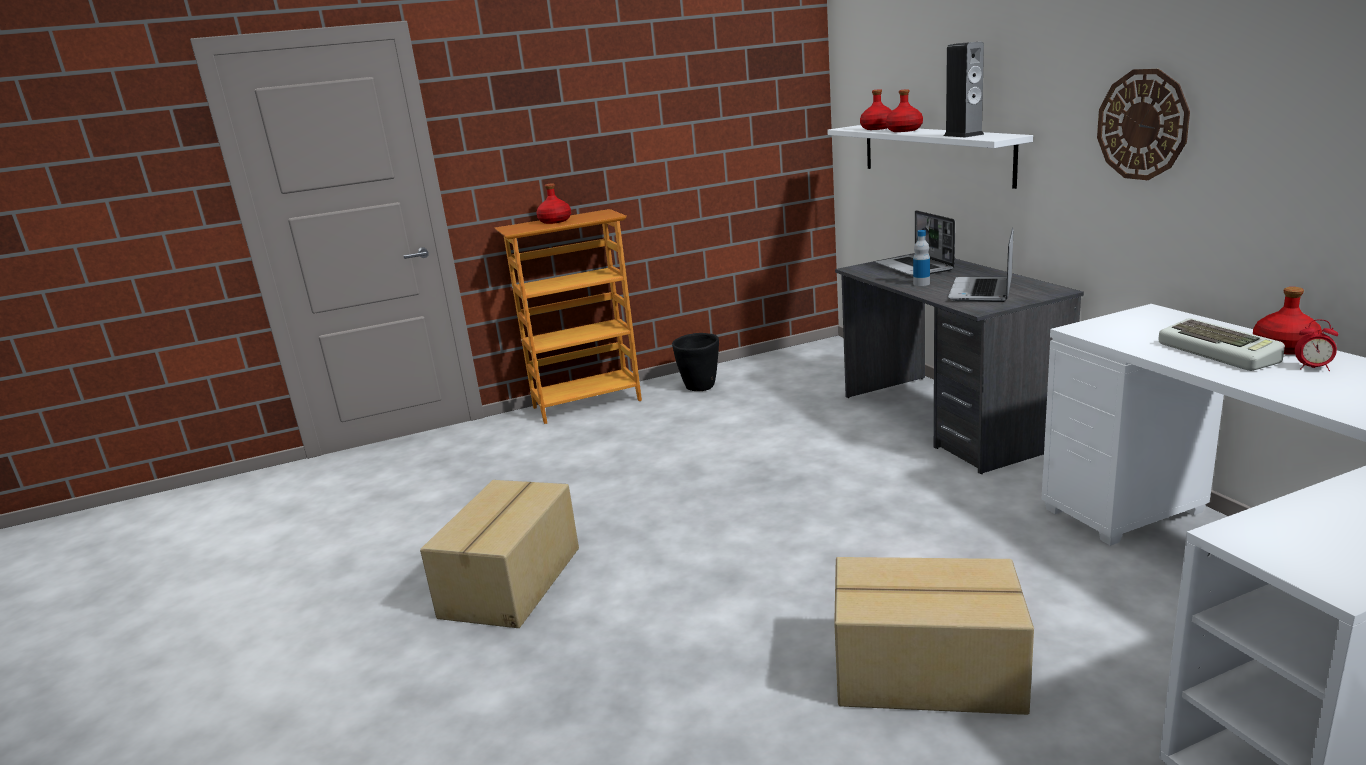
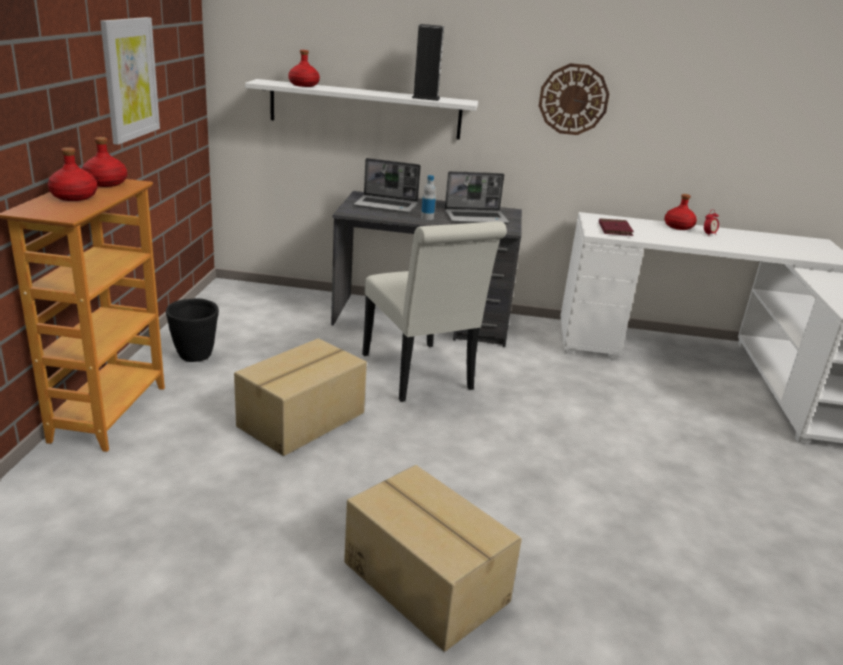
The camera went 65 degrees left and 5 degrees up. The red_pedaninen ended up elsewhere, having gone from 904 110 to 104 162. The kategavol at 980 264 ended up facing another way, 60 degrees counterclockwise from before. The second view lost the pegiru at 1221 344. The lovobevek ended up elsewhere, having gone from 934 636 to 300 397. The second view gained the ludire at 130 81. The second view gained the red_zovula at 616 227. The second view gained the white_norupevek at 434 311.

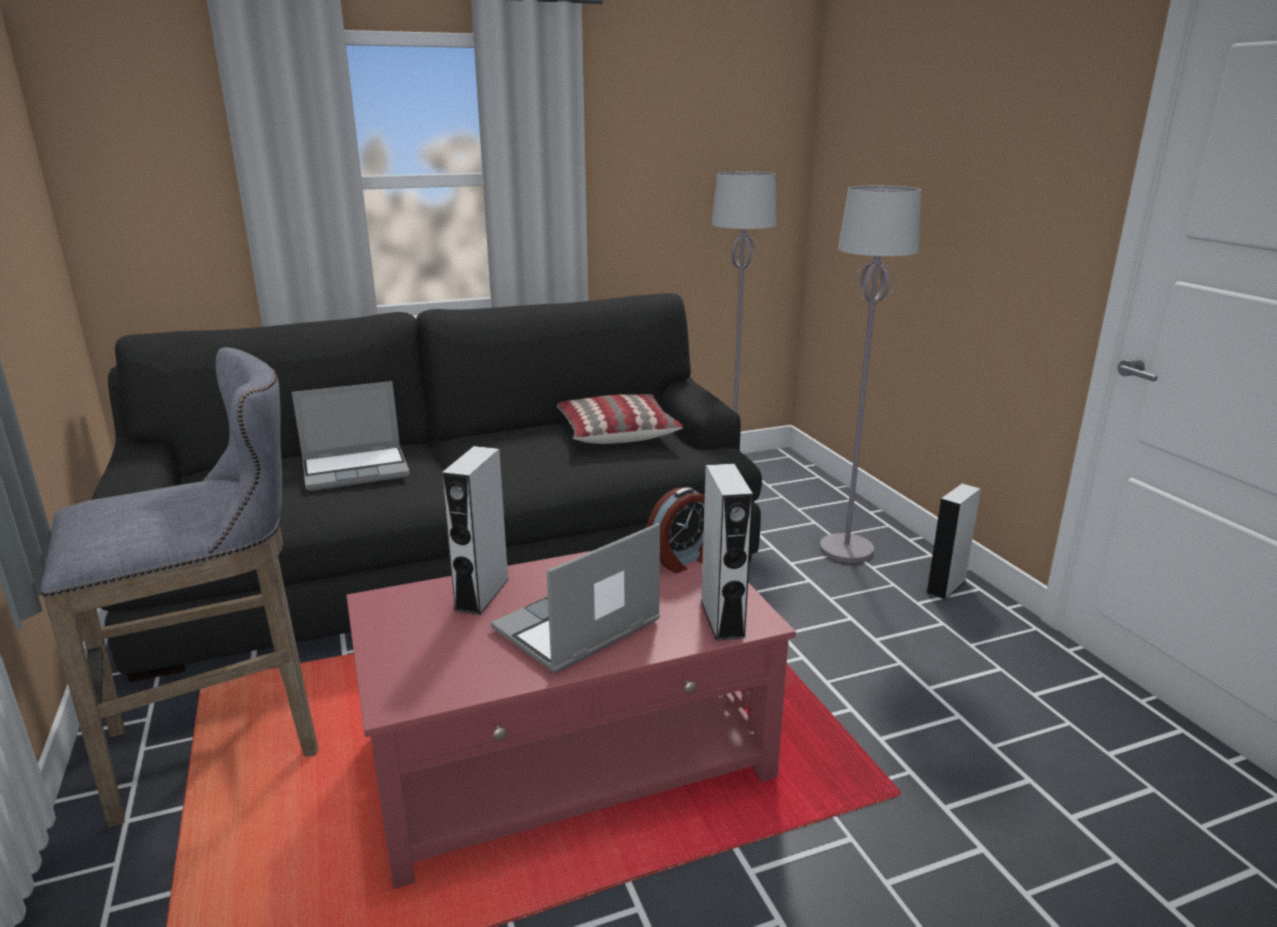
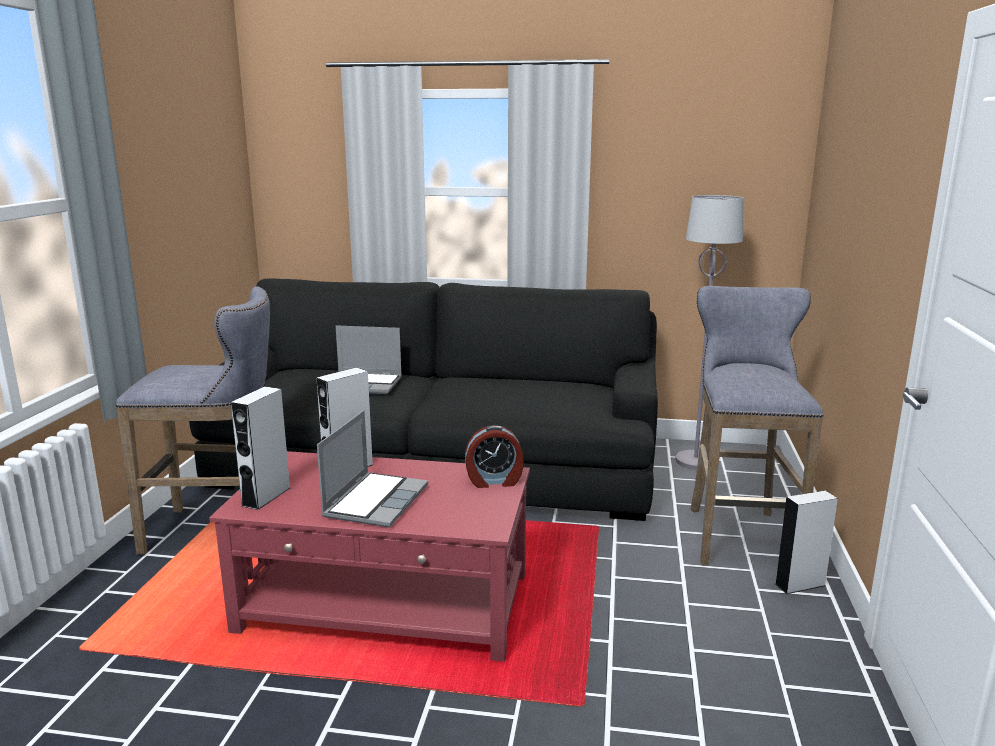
The camera went 30 degrees right and 5 degrees down. Where the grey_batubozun stood at 870 374, the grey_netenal came to stand at 756 426. The second view lost the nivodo at 620 419. The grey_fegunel ended up elsewhere, having gone from 727 552 to 260 448. The kategavol at 575 598 ended up facing another way, 120 degrees clockwise from before.

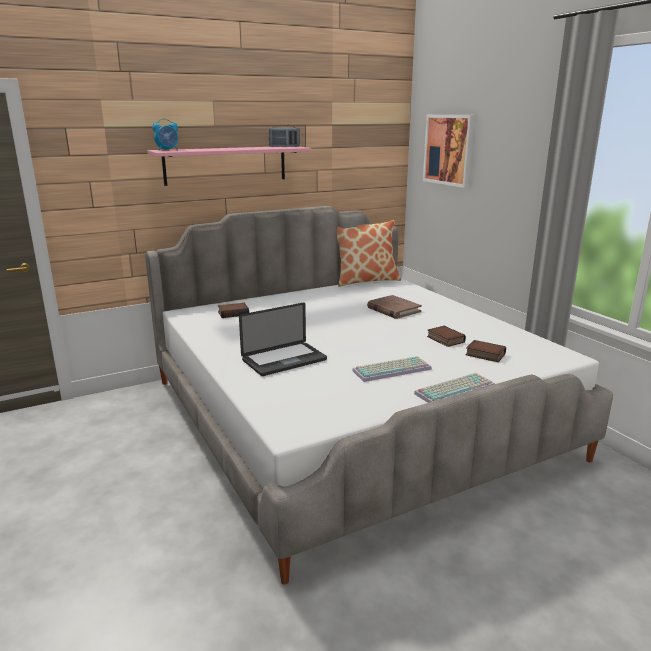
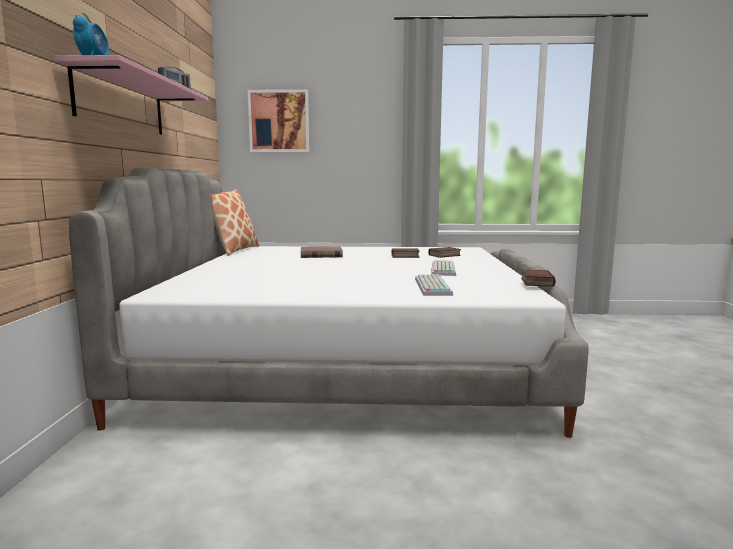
The camera went 60 degrees left and 10 degrees down. The zovula ended up elsewhere, having gone from 233 310 to 538 278. The second view lost the kategavol at 283 339. The pegiru ended up elsewhere, having gone from 454 388 to 434 285.

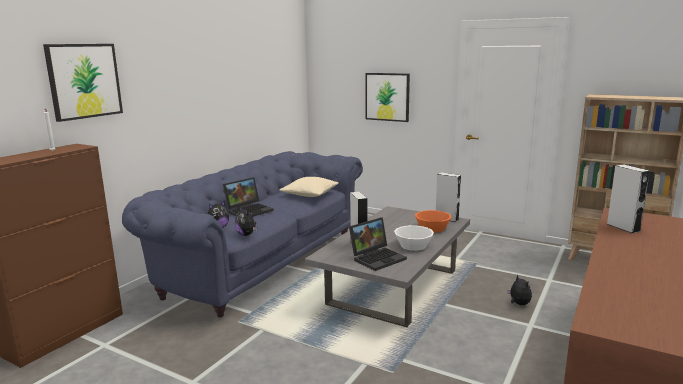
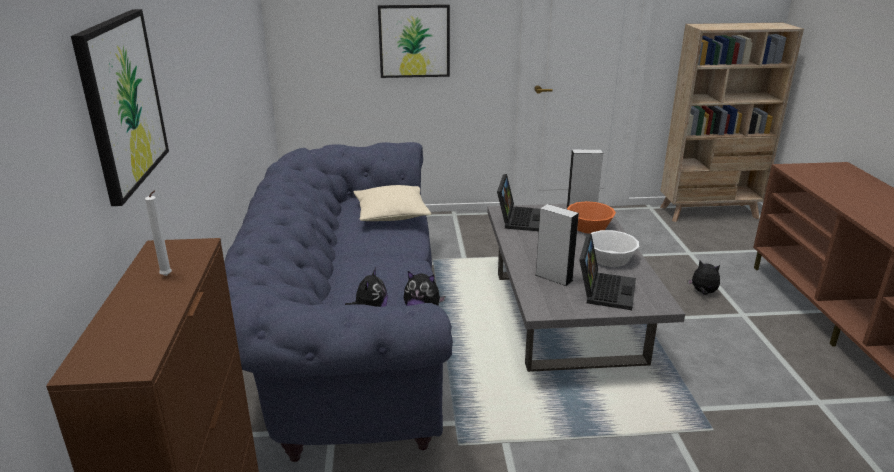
The camera went 35 degrees left and 10 degrees up. The second view lost the grey_fegunel at 628 199. The kategavol ended up elsewhere, having gone from 248 197 to 518 202.

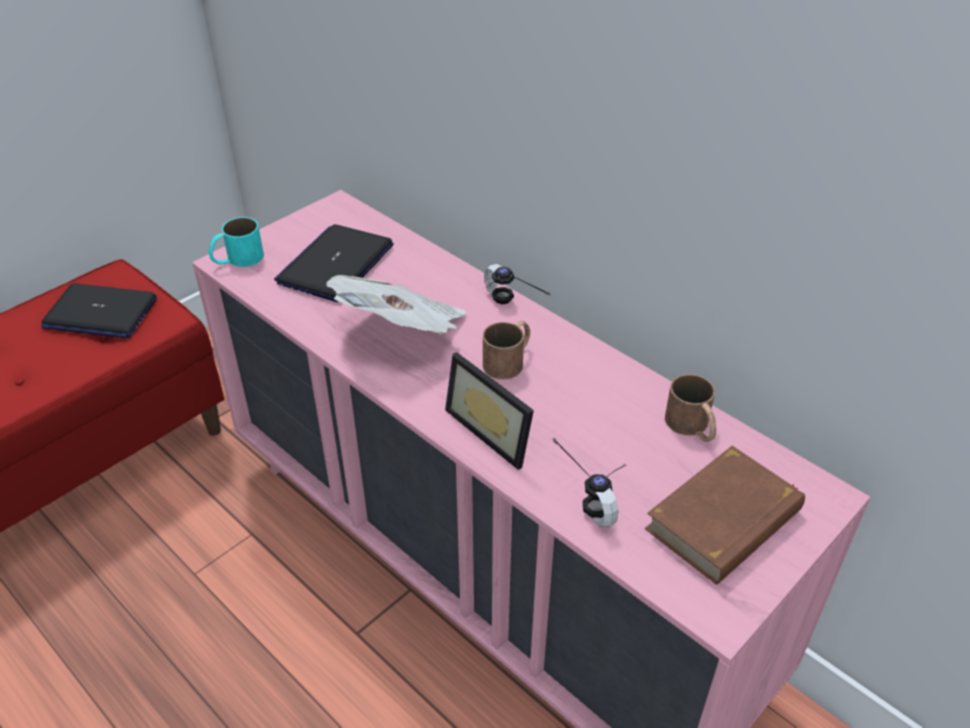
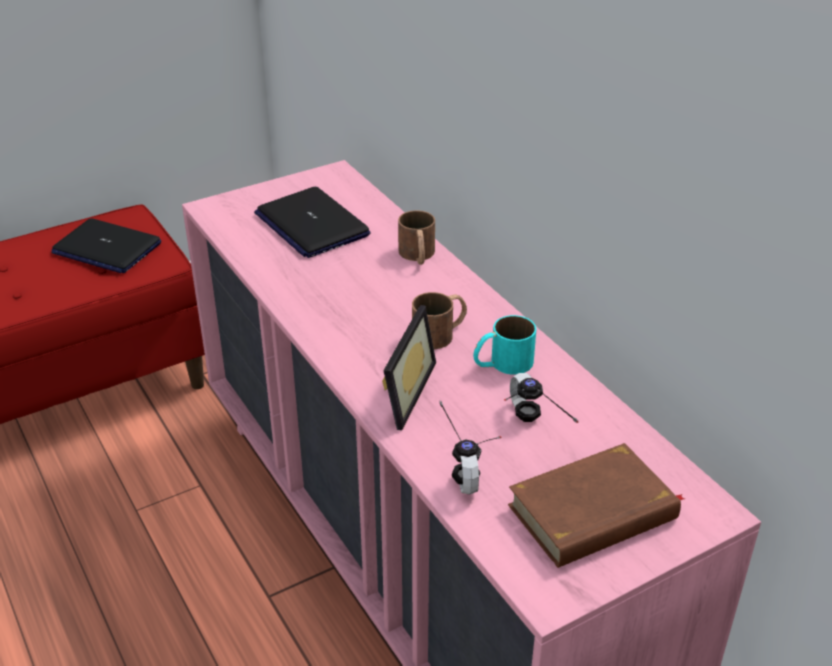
The camera went 15 degrees right and 5 degrees down. The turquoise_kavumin ended up elsewhere, having gone from 236 242 to 505 345. The kategavol at 334 263 ended up facing another way, 75 degrees counterclockwise from before. The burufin ended up elsewhere, having gone from 517 284 to 541 398. The second view lost the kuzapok at 396 304. The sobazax at 489 411 ended up facing another way, 135 degrees counterclockwise from before. The brown_kavumin ended up elsewhere, having gone from 690 408 to 416 237.

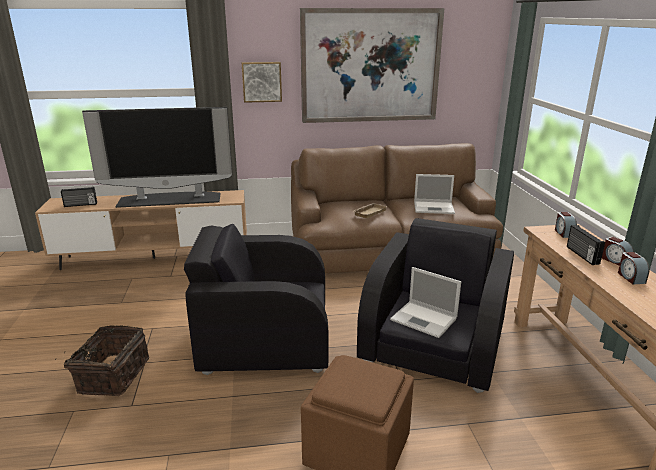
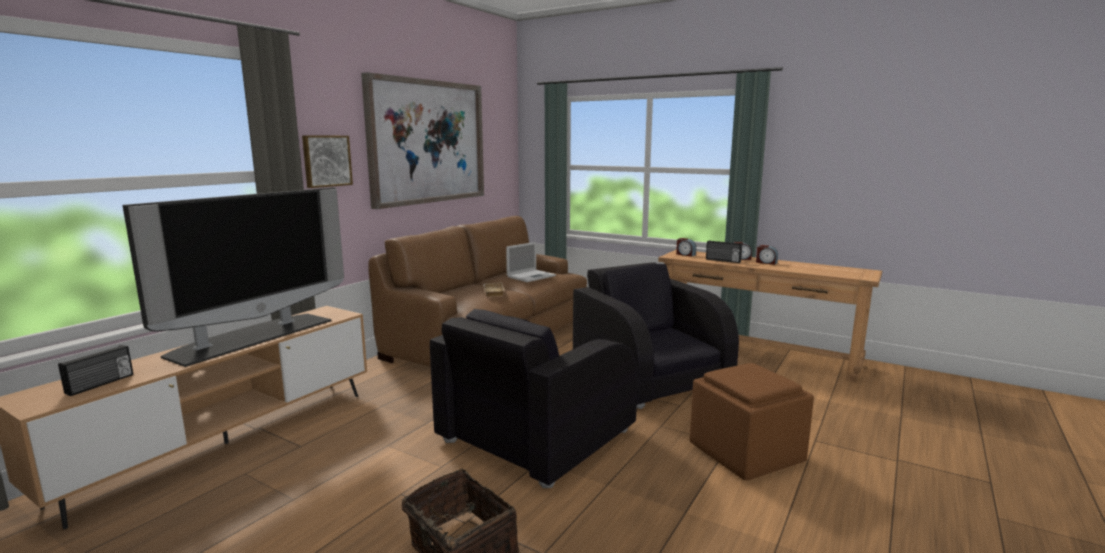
The camera went 50 degrees left and 10 degrees down. The second view lost the kategavol at 425 302.

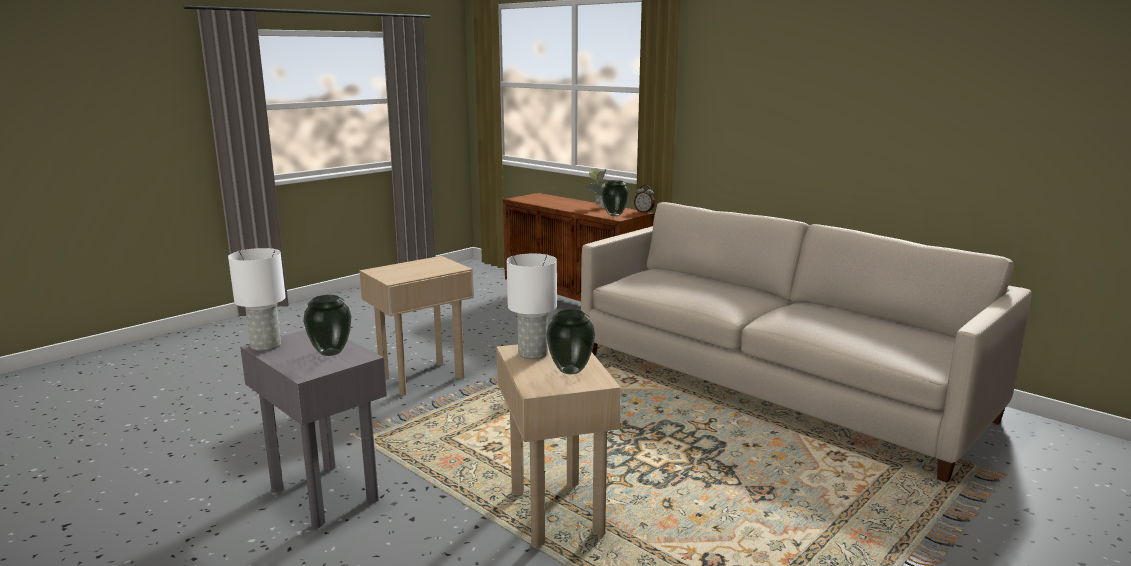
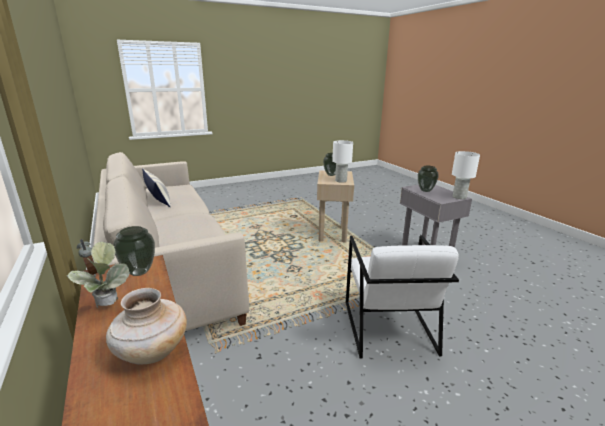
The camera went 160 degrees left and 5 degrees up. Where the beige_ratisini stood at 416 326, the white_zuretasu came to stand at 402 297. The second view gained the nivodo at 156 187. The second view gained the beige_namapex at 146 326.

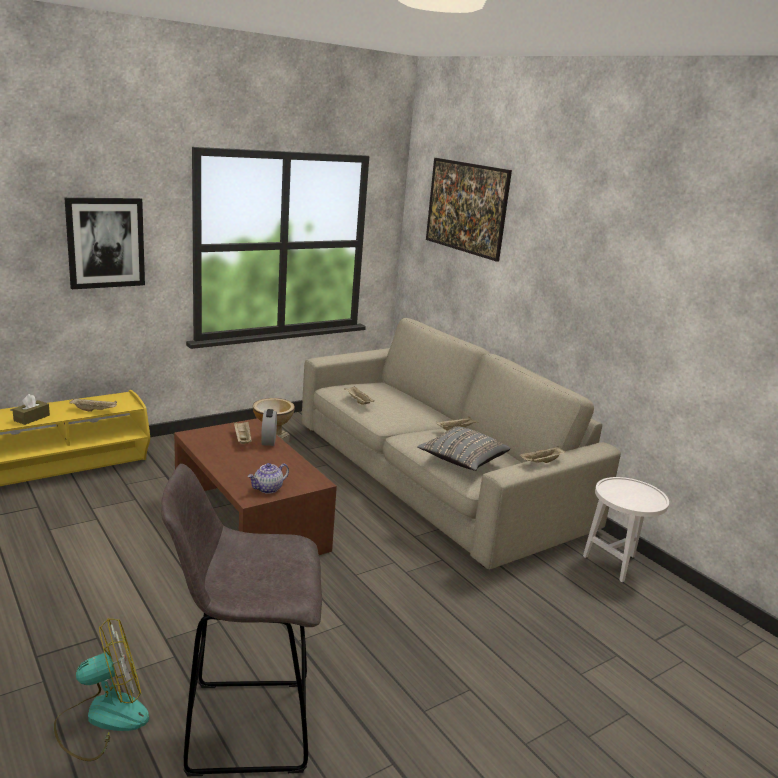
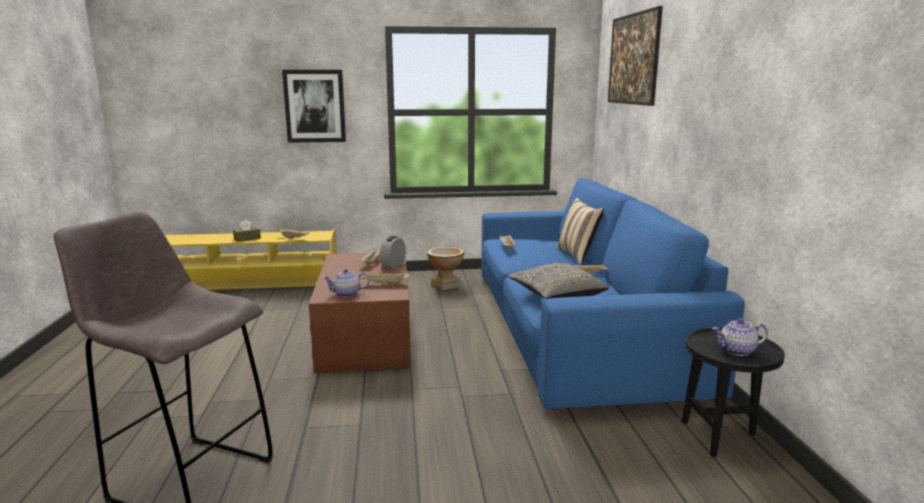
The camera went 30 degrees right and 5 degrees down. What was the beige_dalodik at 461 443 turned into the blue_dalodik at 613 294. The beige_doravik ended up elsewhere, having gone from 543 454 to 385 278. What was the white_ratisini at 626 529 turned into the black_ratisini at 733 392. The second view lost the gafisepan at 101 689. The second view gained the beige_nivodo at 580 231. The second view gained the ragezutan at 740 337.

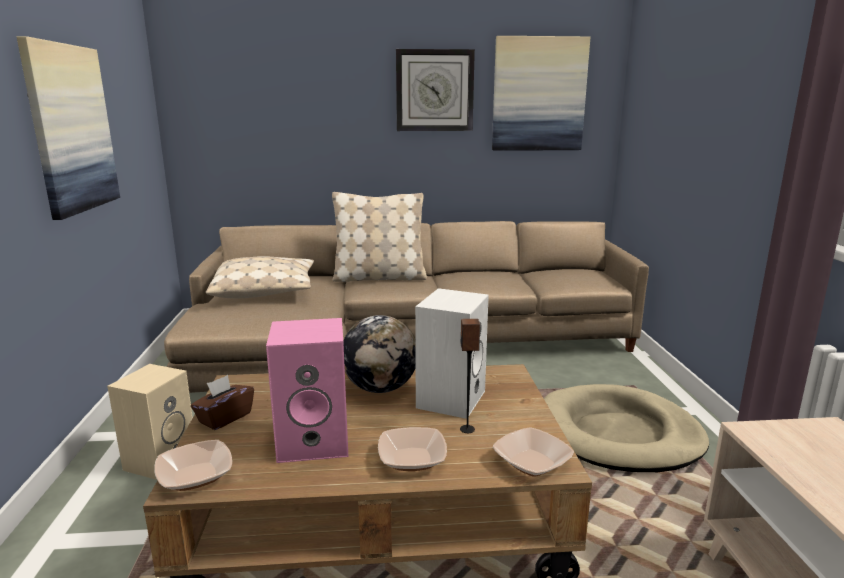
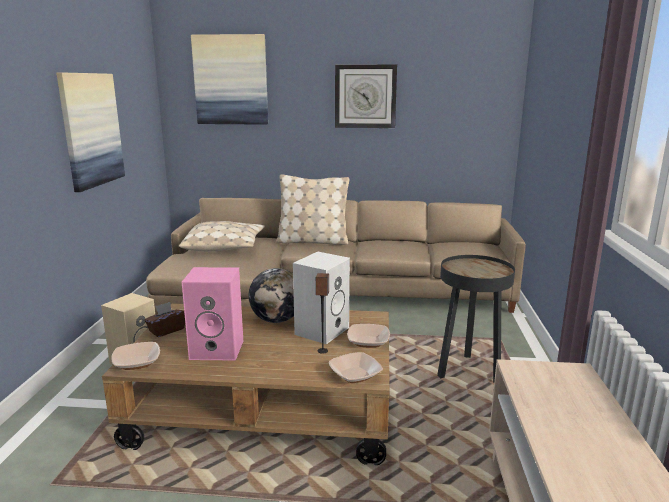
The camera went 10 degrees right and 0 degrees up. The ludire ended up elsewhere, having gone from 541 93 to 229 79. Where the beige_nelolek stood at 626 428, the black_ratisini came to stand at 476 319. The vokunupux ended up elsewhere, having gone from 412 449 to 368 336.

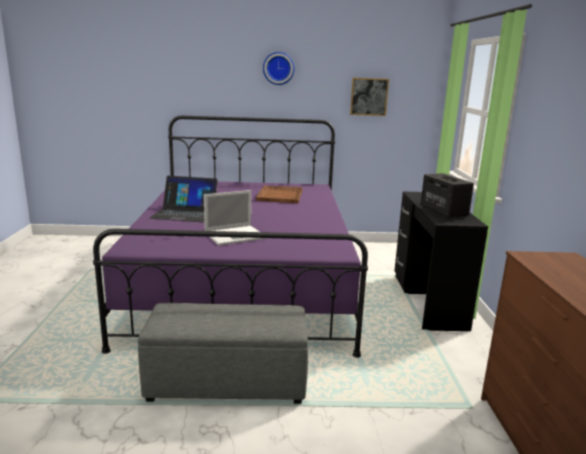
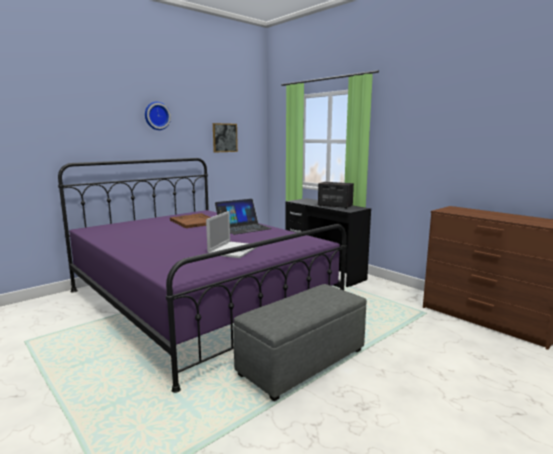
The camera went 40 degrees left and 5 degrees down. The kategavol ended up elsewhere, having gone from 184 199 to 243 217.

